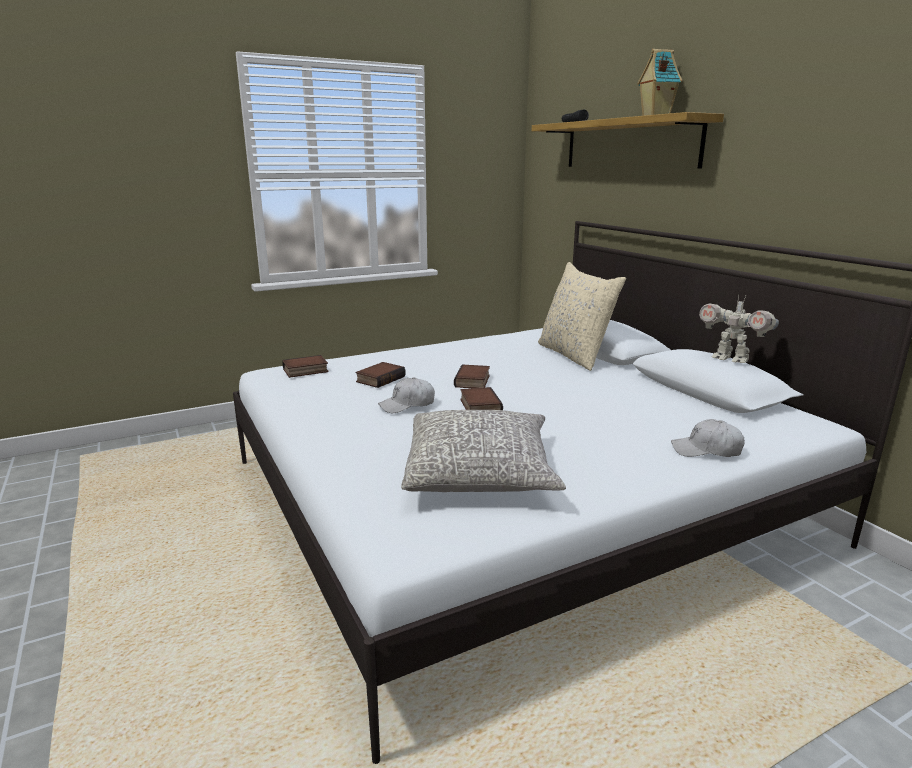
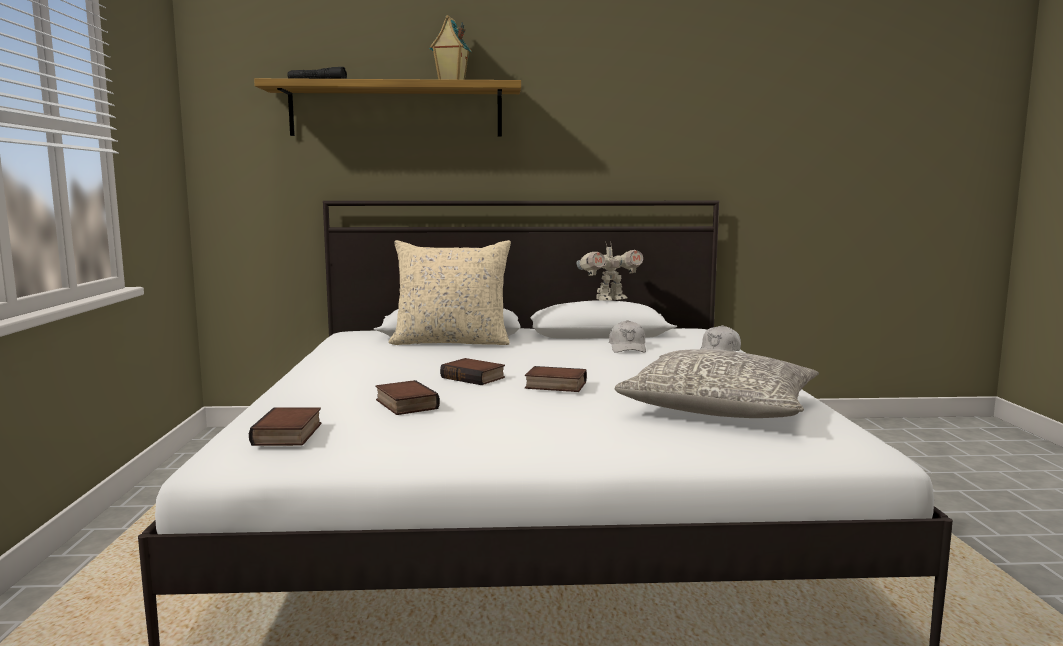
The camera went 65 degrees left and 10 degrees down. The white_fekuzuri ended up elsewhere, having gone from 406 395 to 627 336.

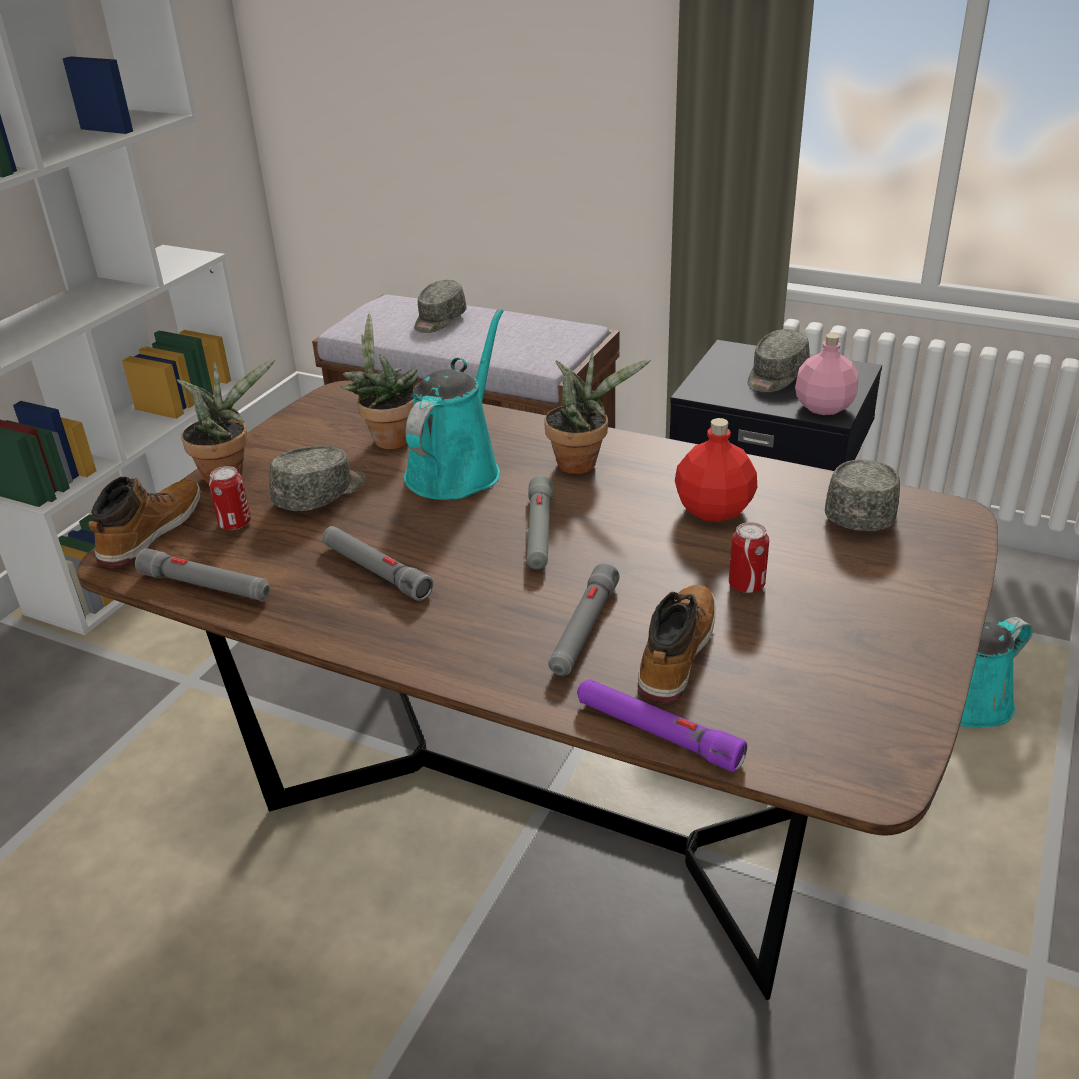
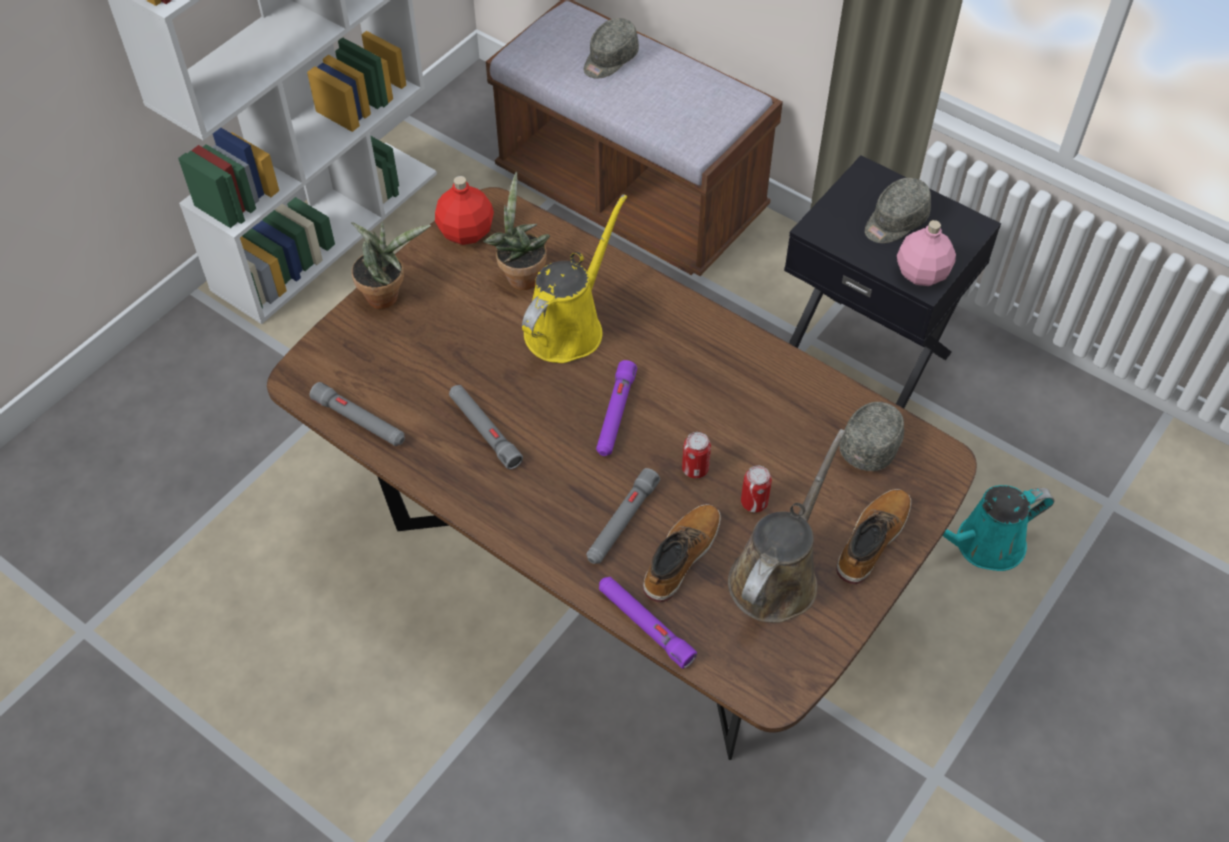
The camera went 10 degrees right and 20 degrees up. What was the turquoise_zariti at 453 404 turned into the yellow_zariti at 574 278. The second view lost the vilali at 598 413. The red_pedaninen ended up elsewhere, having gone from 716 470 to 464 210. The second view lost the grey_fekuzuri at 317 478. The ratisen ended up elsewhere, having gone from 230 498 to 696 455. The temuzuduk ended up elsewhere, having gone from 145 522 to 873 536. What was the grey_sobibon at 539 522 turned into the purple_sobibon at 616 408. The second view gained the brown_zariti at 787 526.

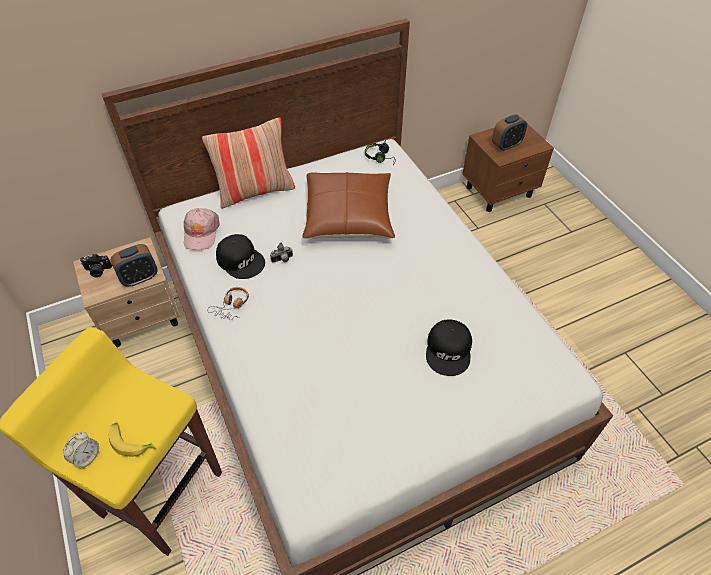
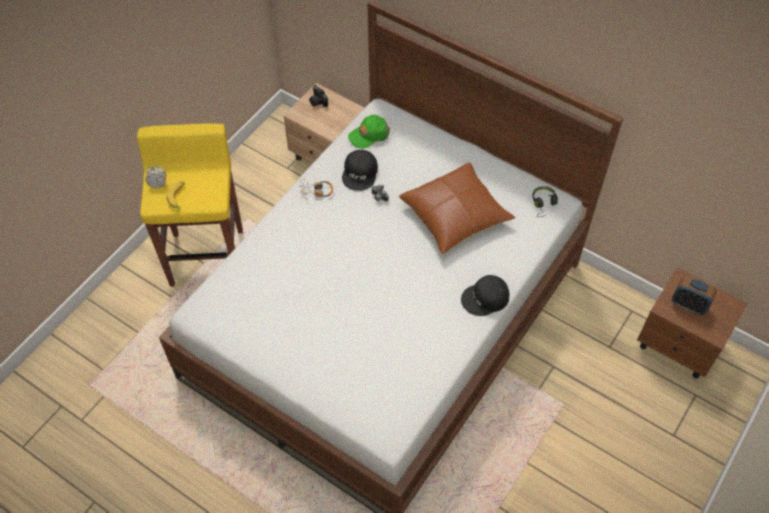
The camera went 60 degrees right and 5 degrees up. The second view lost the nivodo at 248 163. What was the pink_fekuzuri at 202 228 turned into the green_fekuzuri at 369 132. The second view lost the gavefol at 134 265. The black_fekuzuri ended up elsewhere, having gone from 449 347 to 485 295.

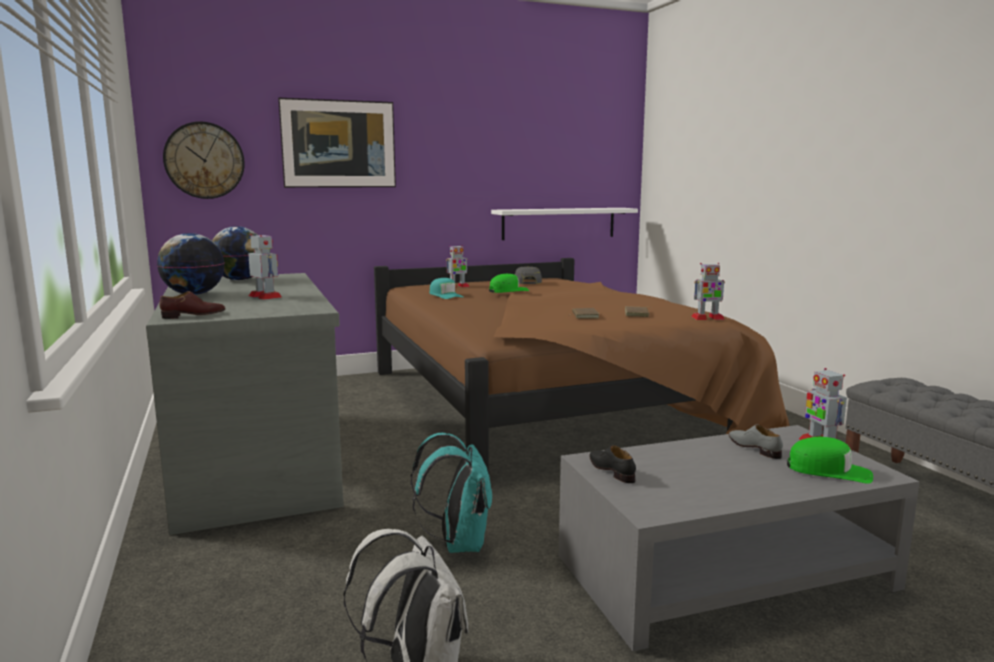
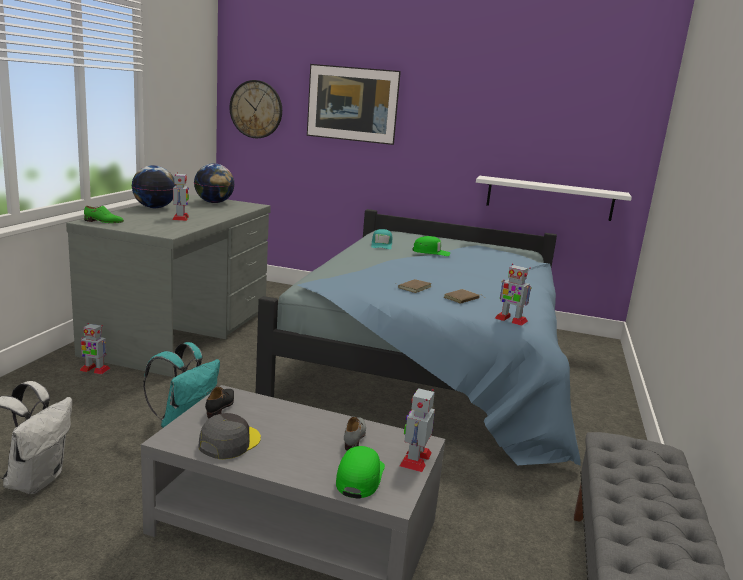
The camera went 35 degrees right and 5 degrees up. The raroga ended up elsewhere, having gone from 458 266 to 94 348. What was the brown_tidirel at 582 366 turned into the blue_tidirel at 418 337. The grey_fekuzuri ended up elsewhere, having gone from 528 275 to 229 436. What was the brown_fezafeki at 192 305 turned into the green_fezafeki at 104 214. The green_fekuzuri at 830 460 ended up facing another way, 135 degrees counterclockwise from before.

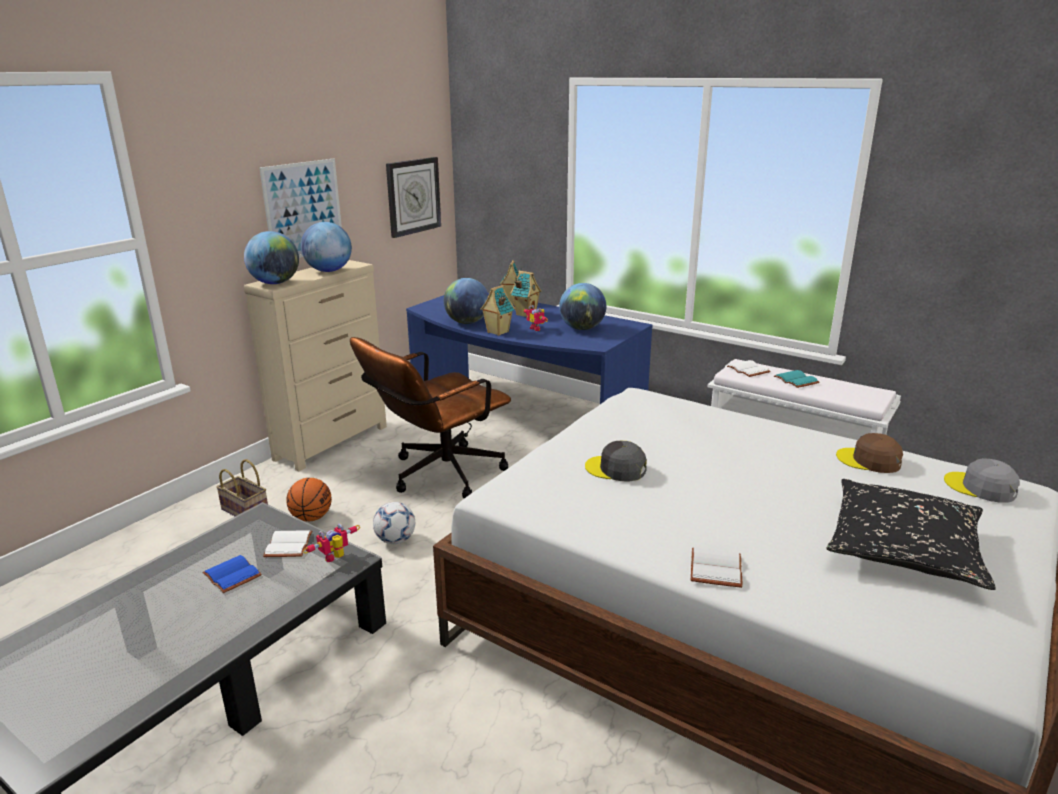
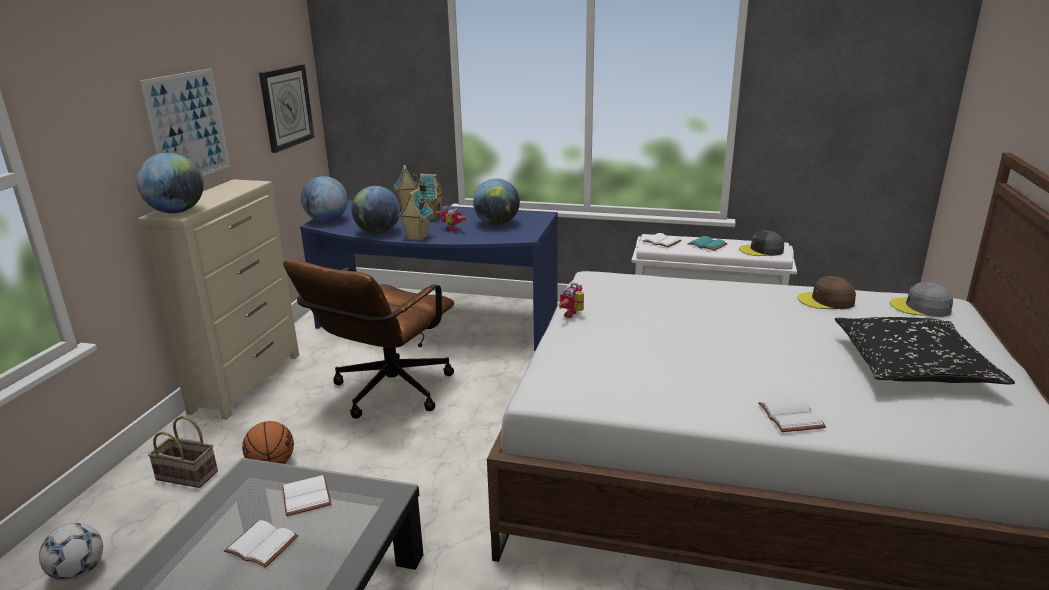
The camera went 20 degrees left and 0 degrees up. The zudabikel ended up elsewhere, having gone from 326 247 to 324 199. The grey_fekuzuri ended up elsewhere, having gone from 616 461 to 761 243. The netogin ended up elsewhere, having gone from 394 523 to 71 552. The raroga ended up elsewhere, having gone from 331 542 to 571 300. What was the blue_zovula at 232 574 turned into the white_zovula at 261 544.

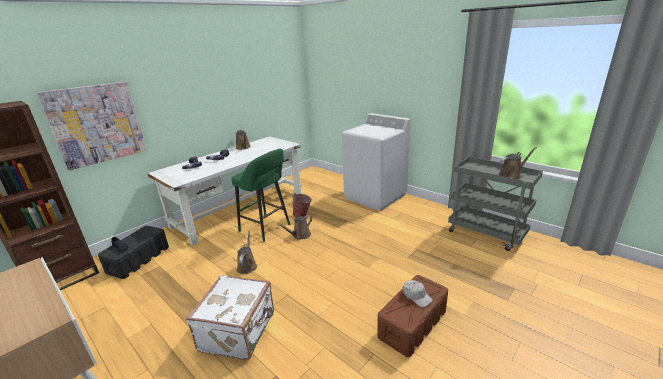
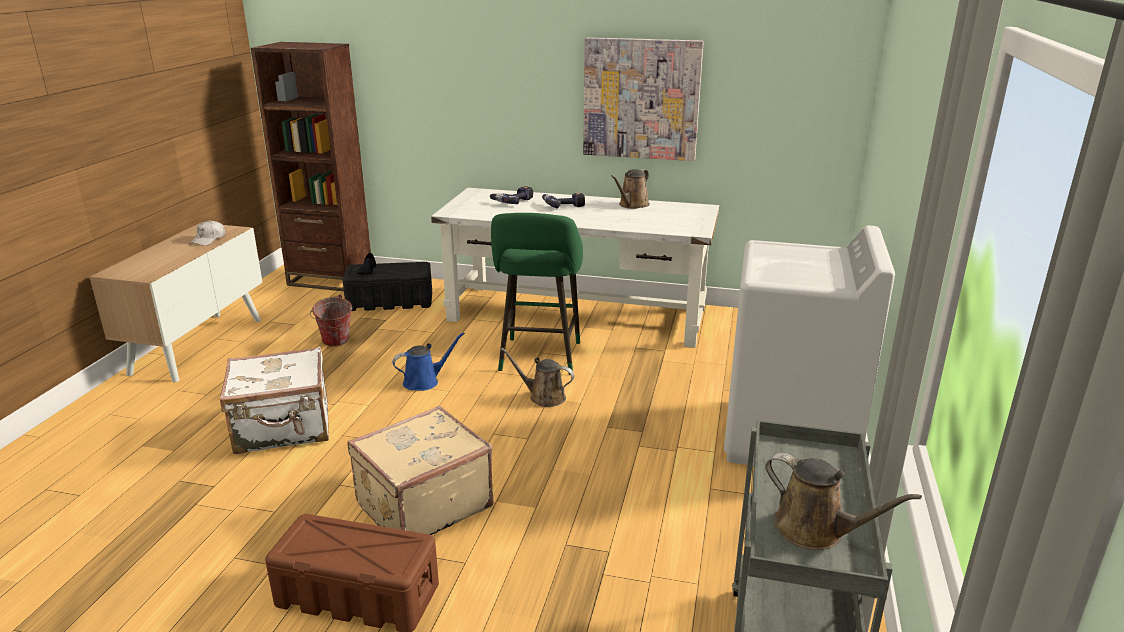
The camera went 60 degrees right and 0 degrees up. The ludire ended up elsewhere, having gone from 92 126 to 643 99. The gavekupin ended up elsewhere, having gone from 301 205 to 331 321. What was the brown_zariti at 247 252 turned into the blue_zariti at 428 361. The white_fekuzuri ended up elsewhere, having gone from 418 293 to 207 233. The second view gained the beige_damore at 420 470.

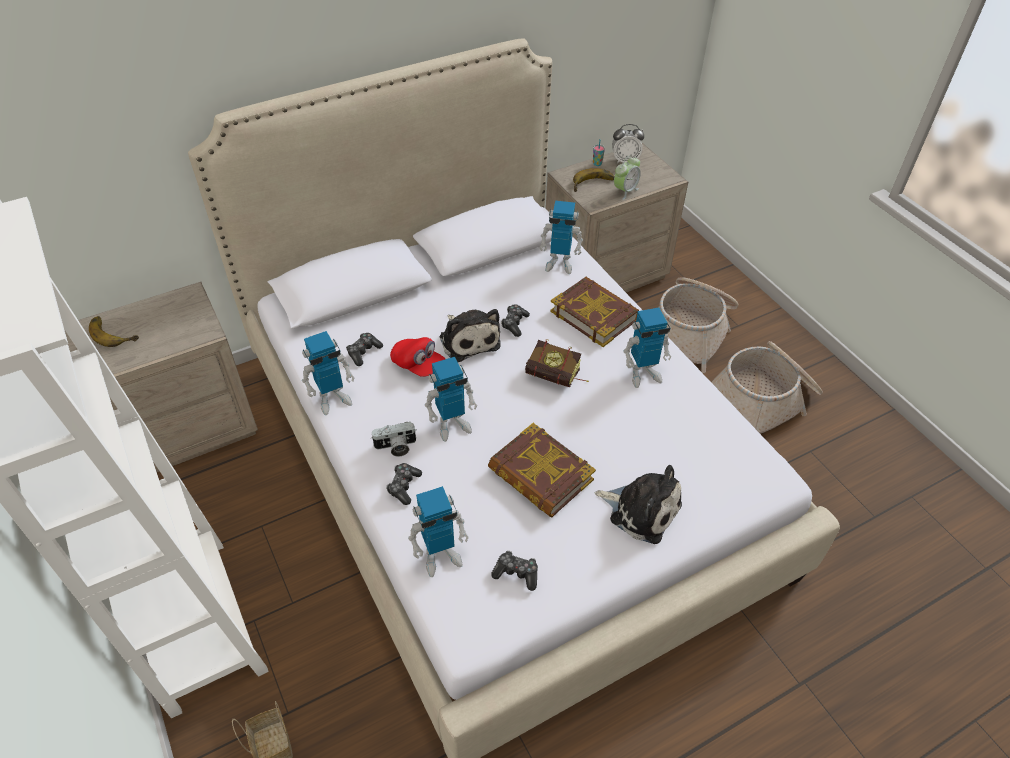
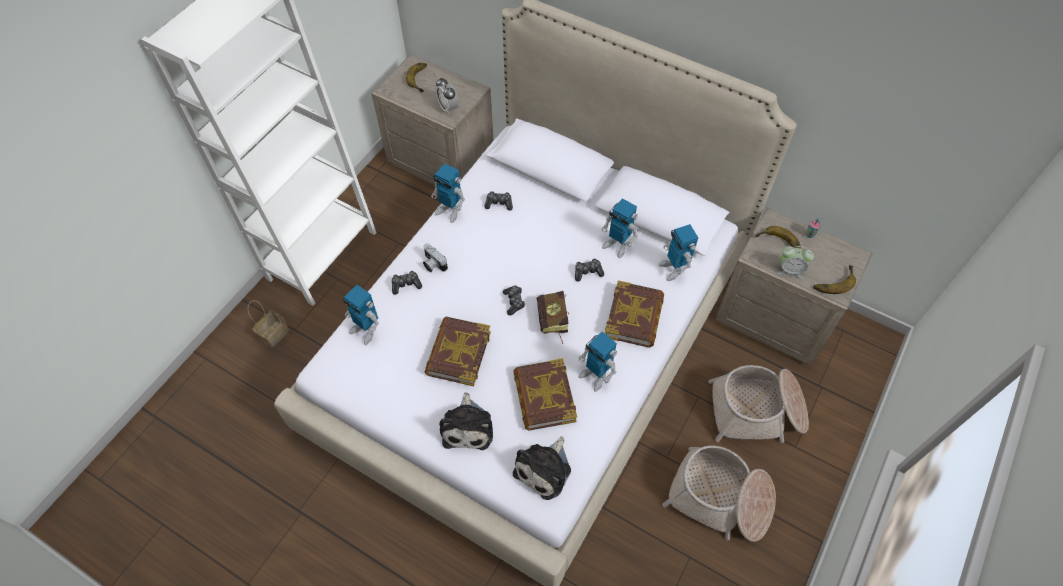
The camera went 60 degrees right and 10 degrees up. The gavefol ended up elsewhere, having gone from 628 144 to 447 96. The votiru ended up elsewhere, having gone from 470 335 to 542 468. The second view lost the red_fekuzuri at 417 357. The raroga ended up elsewhere, having gone from 451 399 to 620 228. The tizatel ended up elsewhere, having gone from 514 571 to 514 300. The second view gained the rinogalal at 834 279. The second view gained the zovula at 545 394.

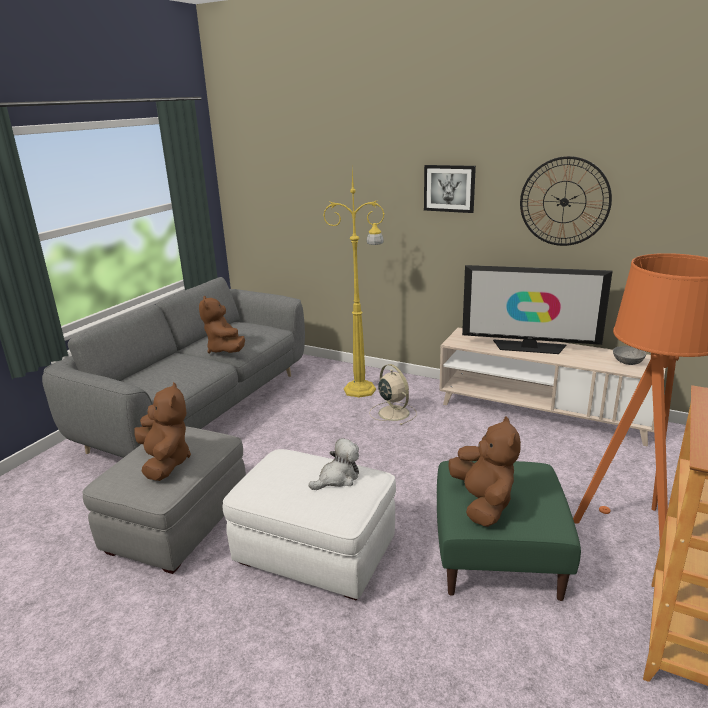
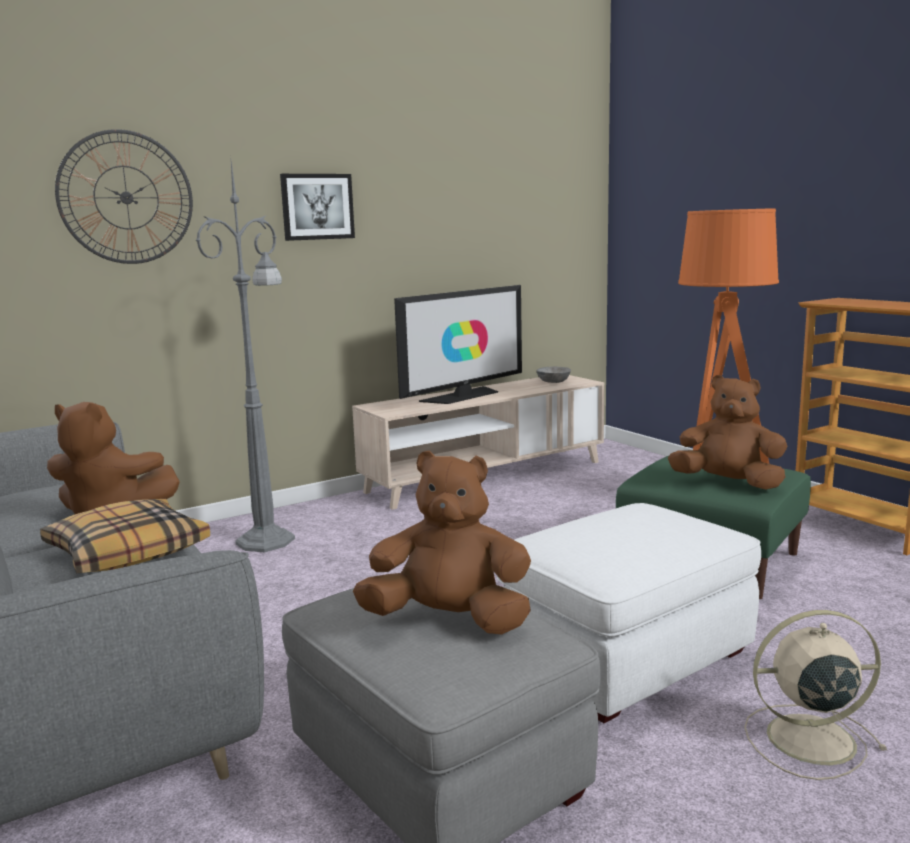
The camera went 60 degrees left and 10 degrees down. The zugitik ended up elsewhere, having gone from 566 201 to 124 196. What was the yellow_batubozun at 354 283 turned into the grey_batubozun at 245 357. The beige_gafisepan ended up elsewhere, having gone from 393 394 to 815 695. The second view lost the votiru at 334 464. The second view gained the nivodo at 125 536.

